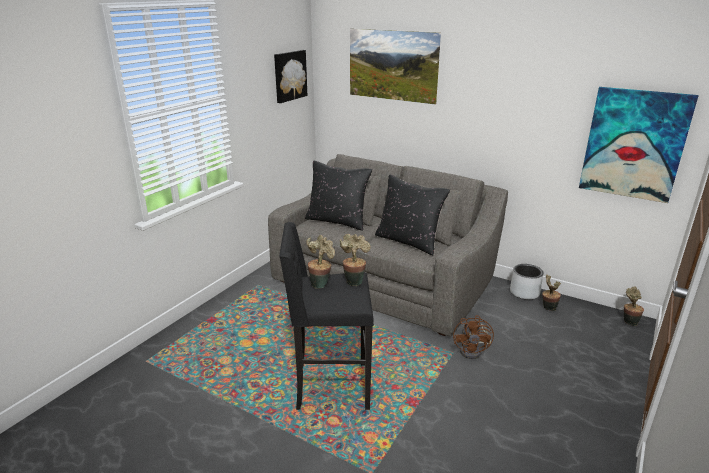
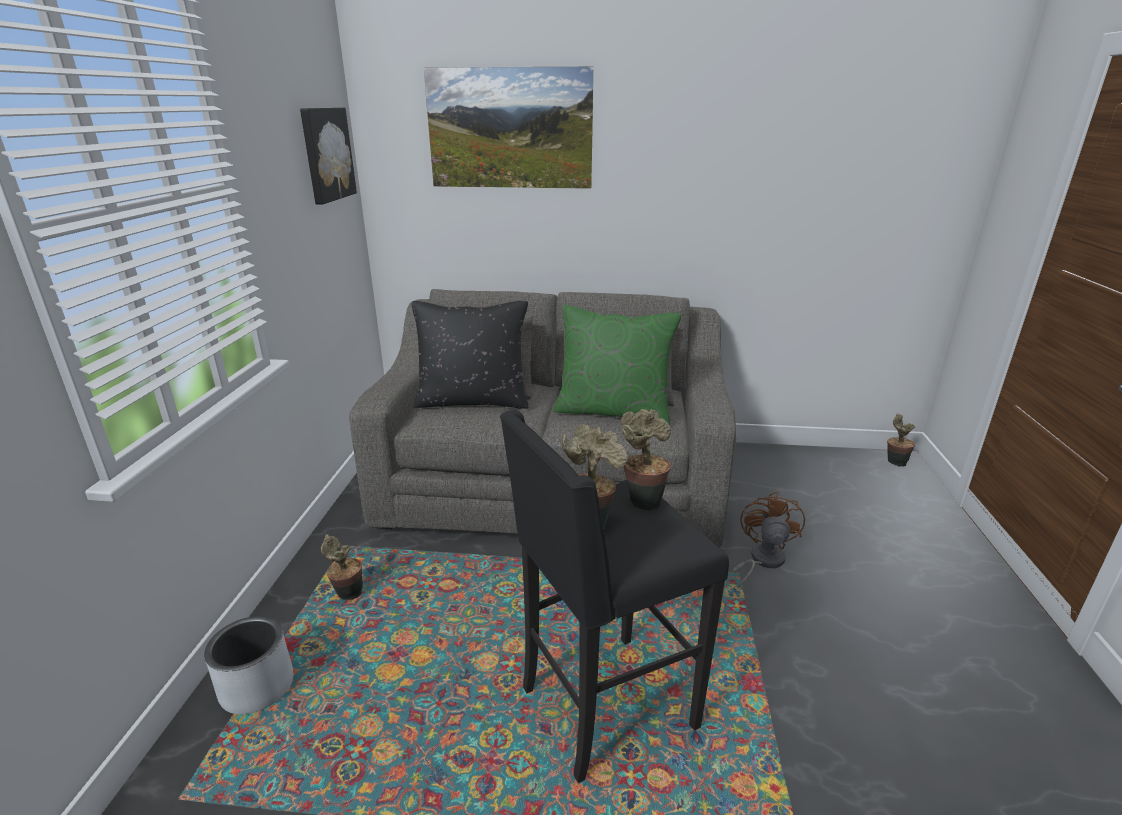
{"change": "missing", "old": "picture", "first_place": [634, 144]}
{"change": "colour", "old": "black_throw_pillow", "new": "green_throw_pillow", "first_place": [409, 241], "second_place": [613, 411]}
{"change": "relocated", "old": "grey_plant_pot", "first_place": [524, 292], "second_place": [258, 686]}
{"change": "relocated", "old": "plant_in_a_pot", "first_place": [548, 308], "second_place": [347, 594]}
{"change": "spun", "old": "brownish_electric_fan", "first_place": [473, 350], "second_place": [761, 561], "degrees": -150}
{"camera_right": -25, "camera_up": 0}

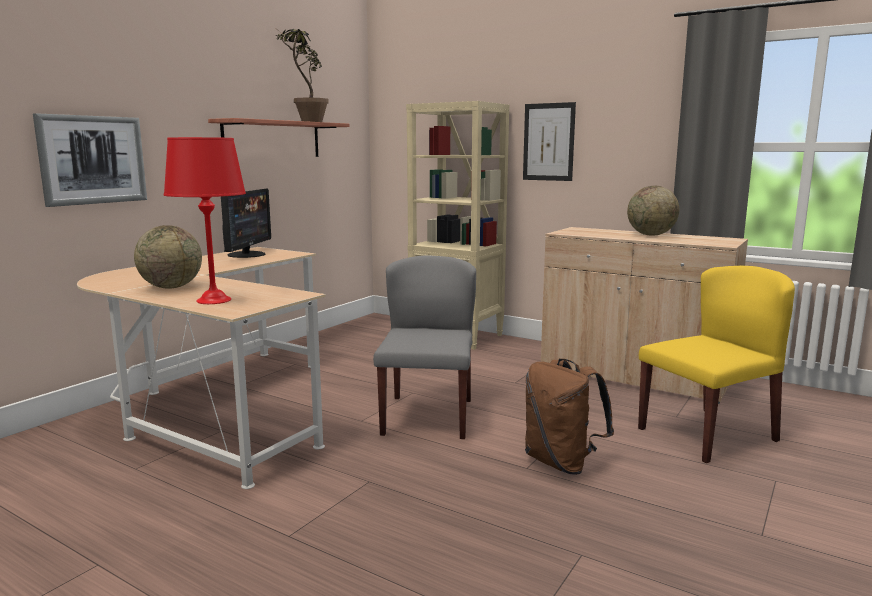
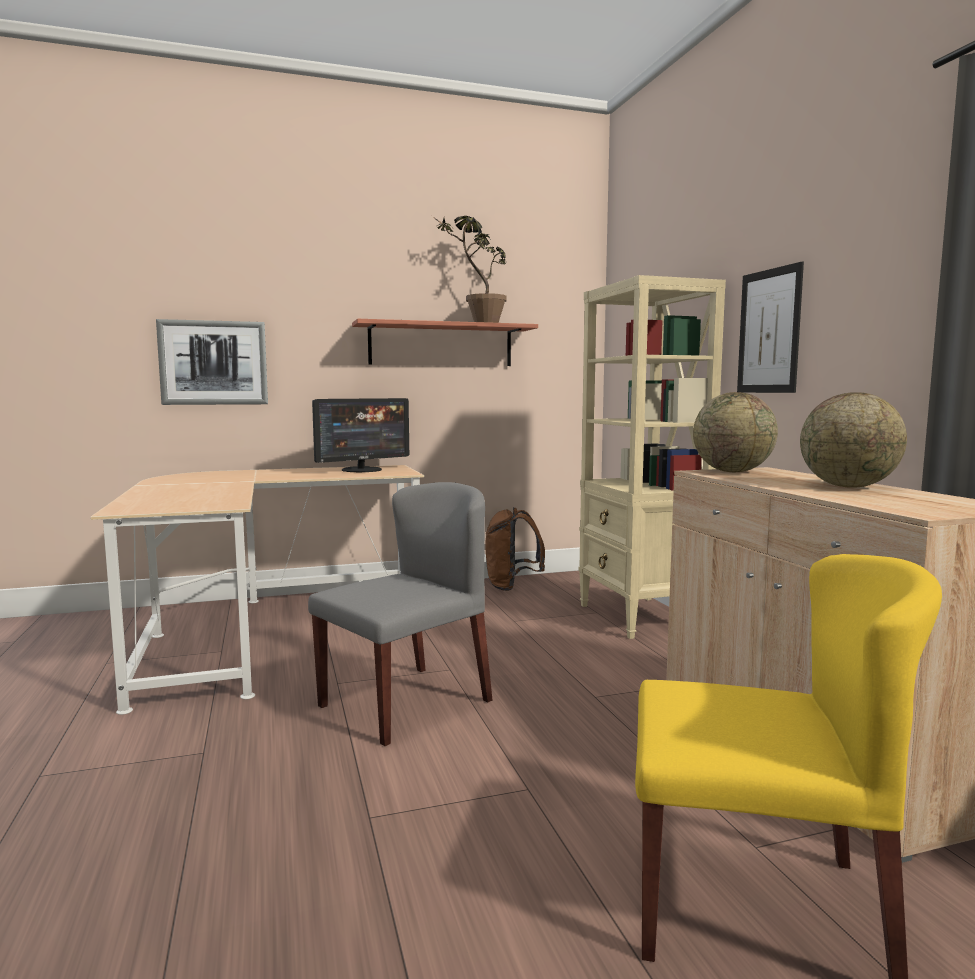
{"change": "missing", "old": "red_lamp_for_a_table", "first_place": [213, 300]}
{"change": "relocated", "old": "desk_globe", "first_place": [171, 287], "second_place": [732, 471]}
{"change": "relocated", "old": "brownish_backpack", "first_place": [562, 463], "second_place": [512, 587]}
{"camera_right": 40, "camera_up": -5}

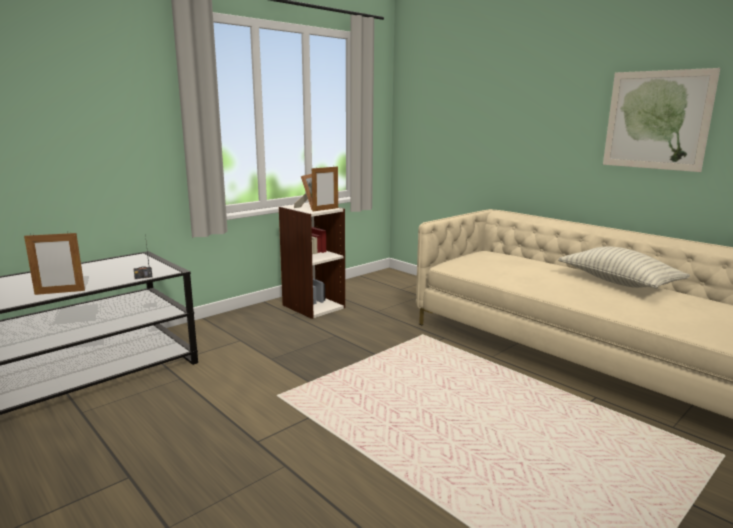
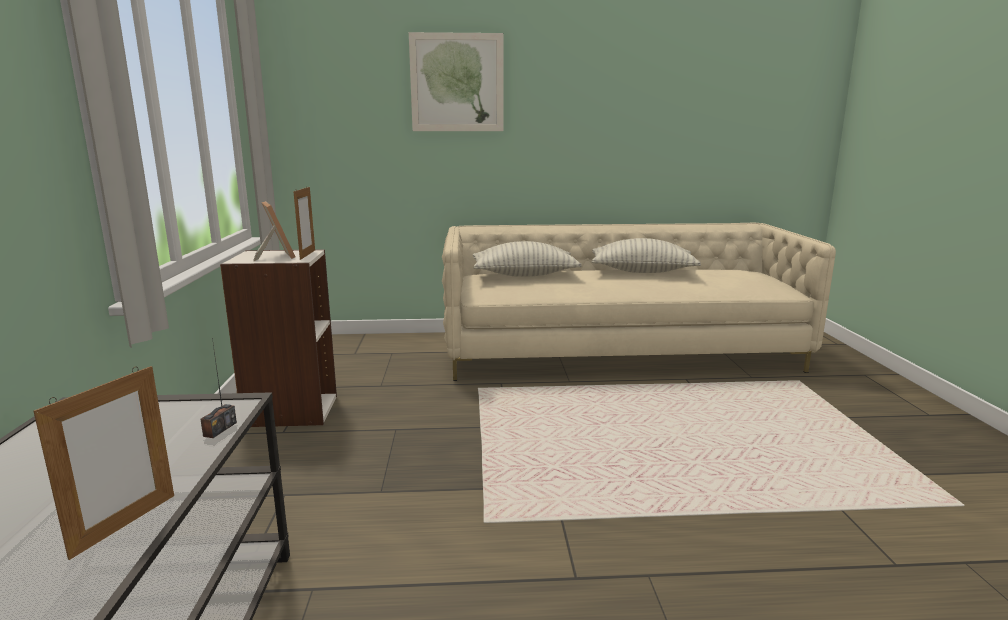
{"change": "relocated", "old": "picture", "first_place": [656, 120], "second_place": [457, 83]}
{"change": "appeared", "new": "throw_pillow", "second_place": [524, 275]}
{"camera_right": -50, "camera_up": 0}

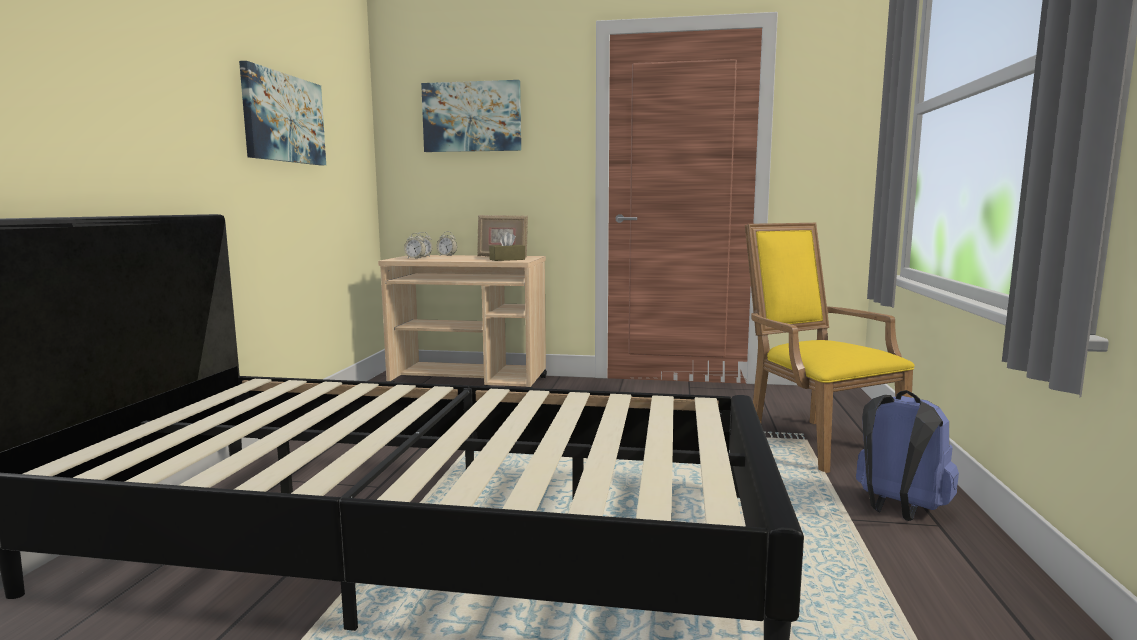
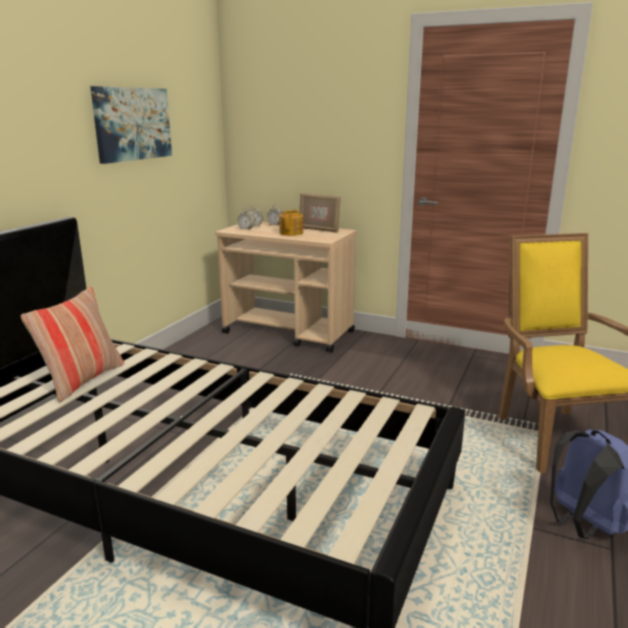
{"change": "missing", "old": "picture", "first_place": [472, 117]}
{"change": "missing", "old": "brownish_tissue_holder", "first_place": [507, 259]}
{"change": "appeared", "new": "pot_for_tea", "second_place": [292, 233]}
{"change": "appeared", "new": "throw_pillow", "second_place": [83, 380]}
{"camera_right": 15, "camera_up": 10}

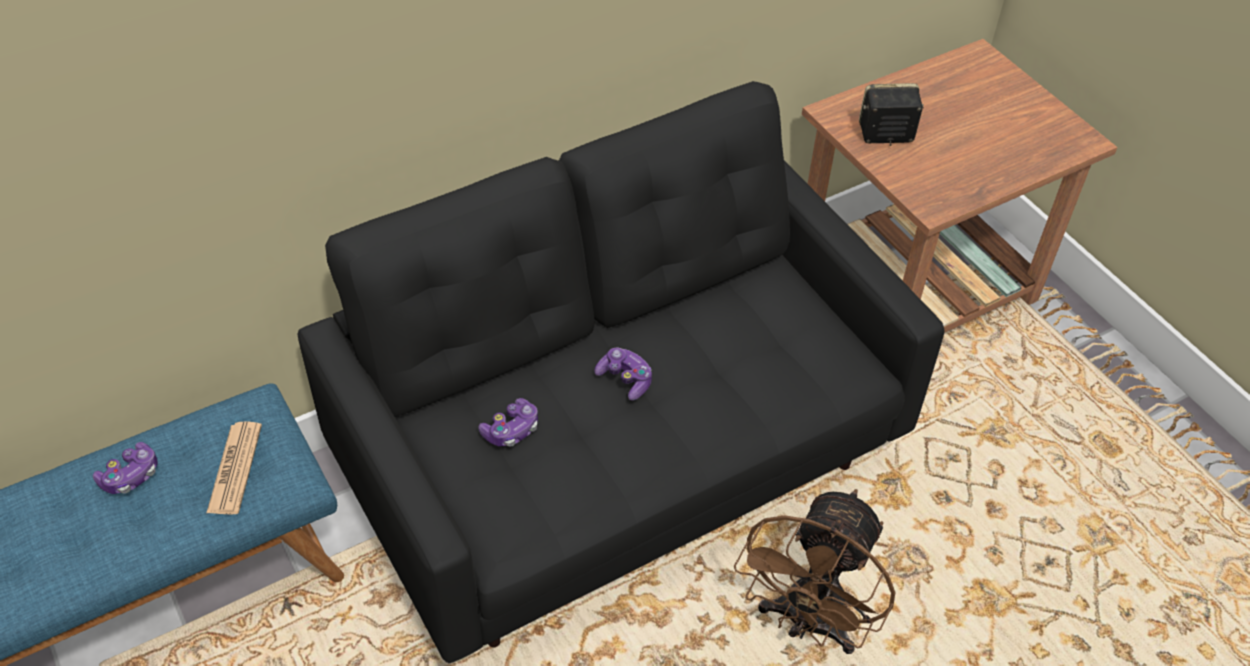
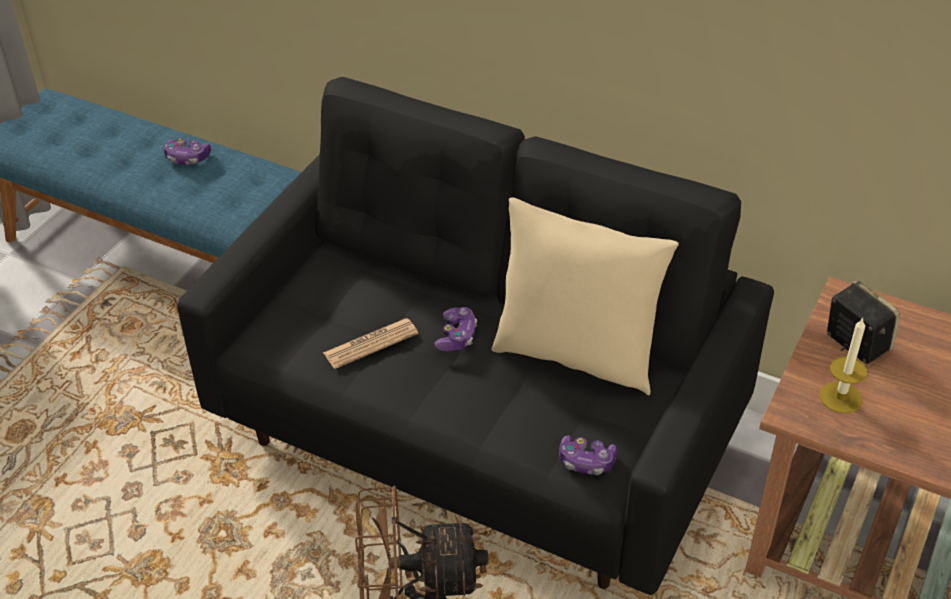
{"change": "relocated", "old": "game_controller", "first_place": [511, 430], "second_place": [586, 461]}
{"change": "relocated", "old": "daily_paper", "first_place": [235, 469], "second_place": [371, 344]}
{"change": "appeared", "new": "beige-coloured_throw_pillow", "second_place": [576, 354]}
{"change": "appeared", "new": "candle", "second_place": [840, 397]}
{"camera_right": 60, "camera_up": -5}

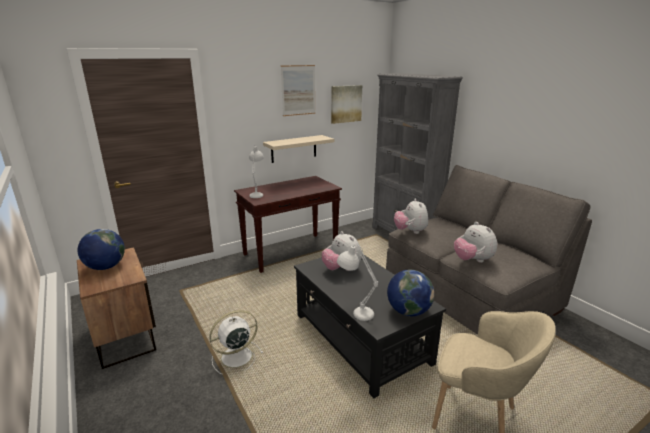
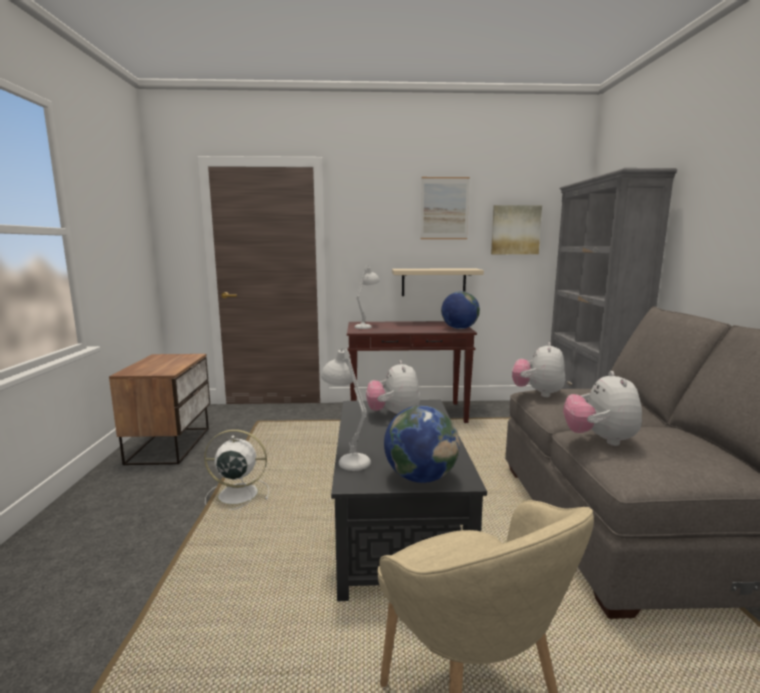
{"change": "relocated", "old": "desk_globe", "first_place": [105, 267], "second_place": [459, 328]}
{"camera_right": 30, "camera_up": -10}

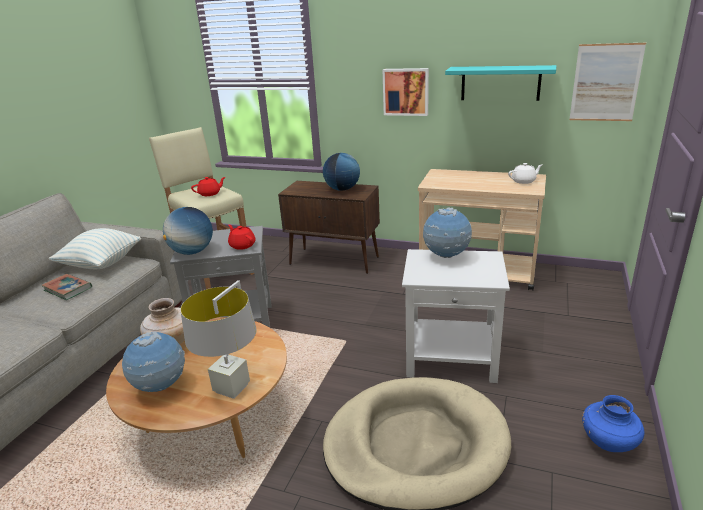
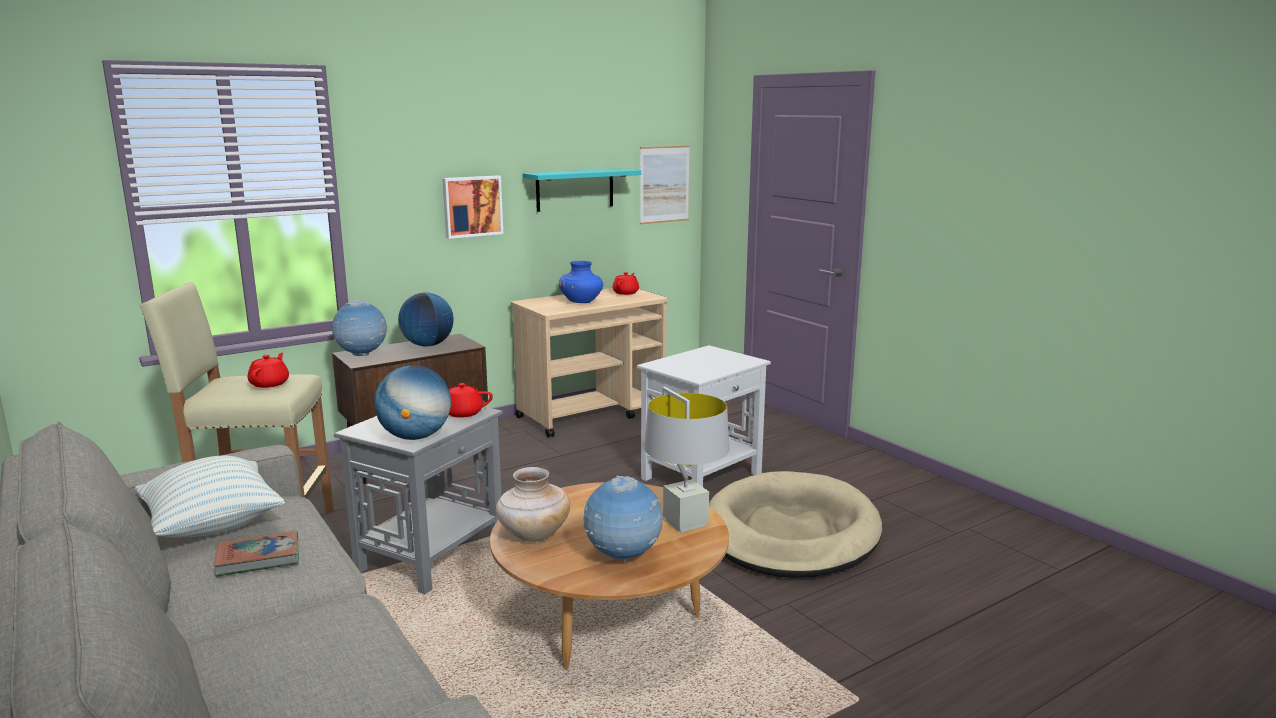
{"change": "colour", "old": "white-coloured_pot_for_tea", "new": "red_pot_for_tea", "first_place": [524, 181], "second_place": [626, 293]}
{"change": "relocated", "old": "desk_globe", "first_place": [446, 257], "second_place": [362, 356]}
{"change": "relocated", "old": "blue-coloured_flower_vase", "first_place": [609, 442], "second_place": [581, 302]}
{"camera_right": -55, "camera_up": -10}

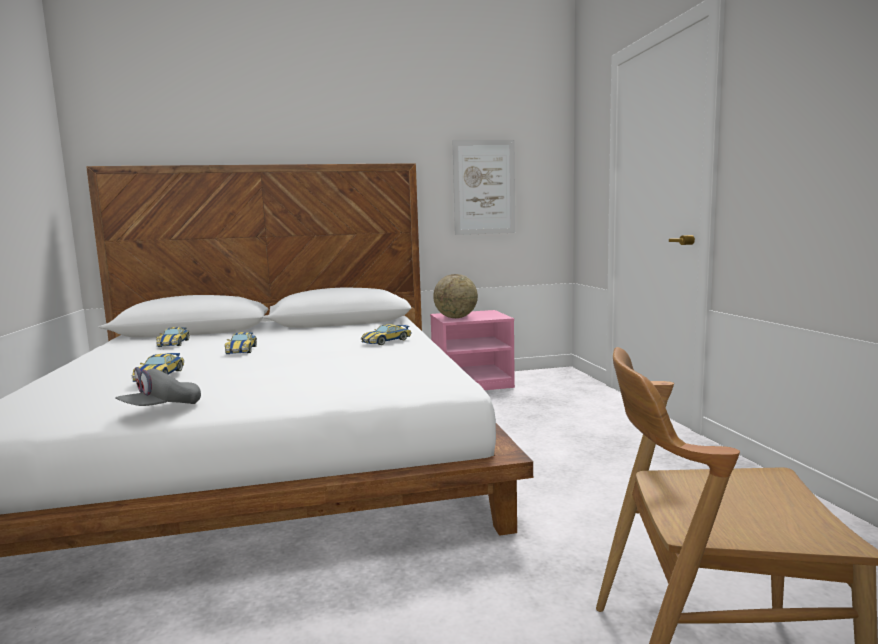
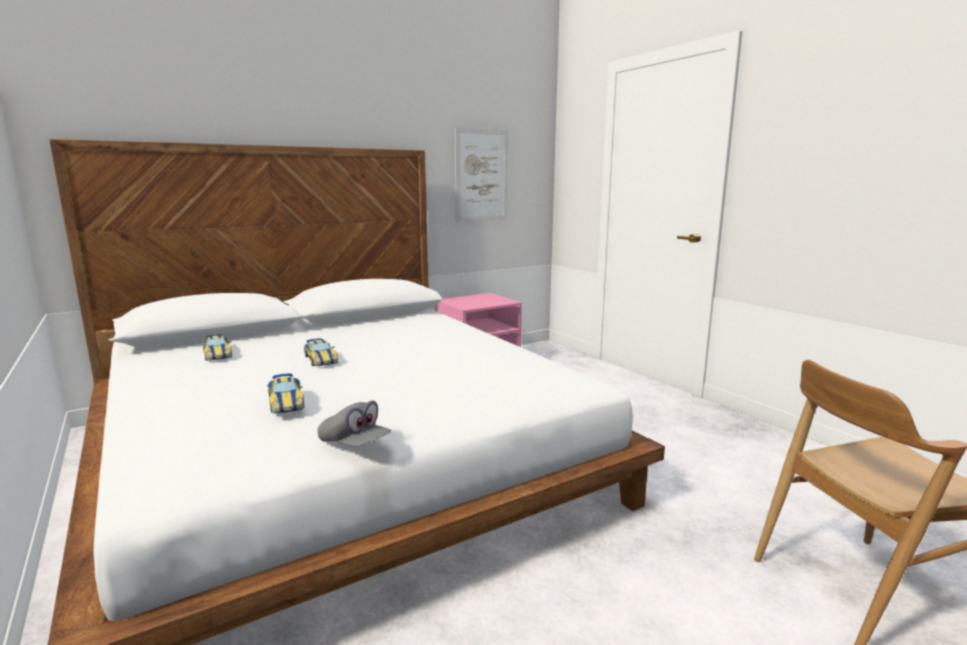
{"change": "missing", "old": "desk_globe", "first_place": [456, 317]}
{"change": "missing", "old": "model_car", "first_place": [386, 341]}
{"change": "spun", "old": "grey_baseball_cap", "first_place": [161, 409], "second_place": [355, 444], "degrees": -75}
{"camera_right": -20, "camera_up": 5}

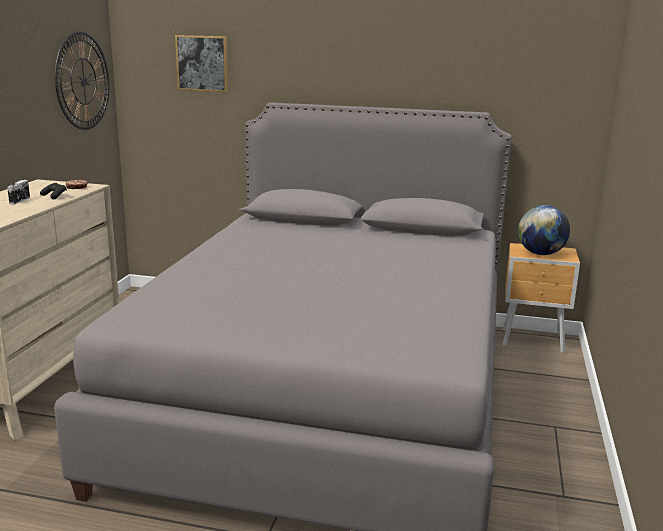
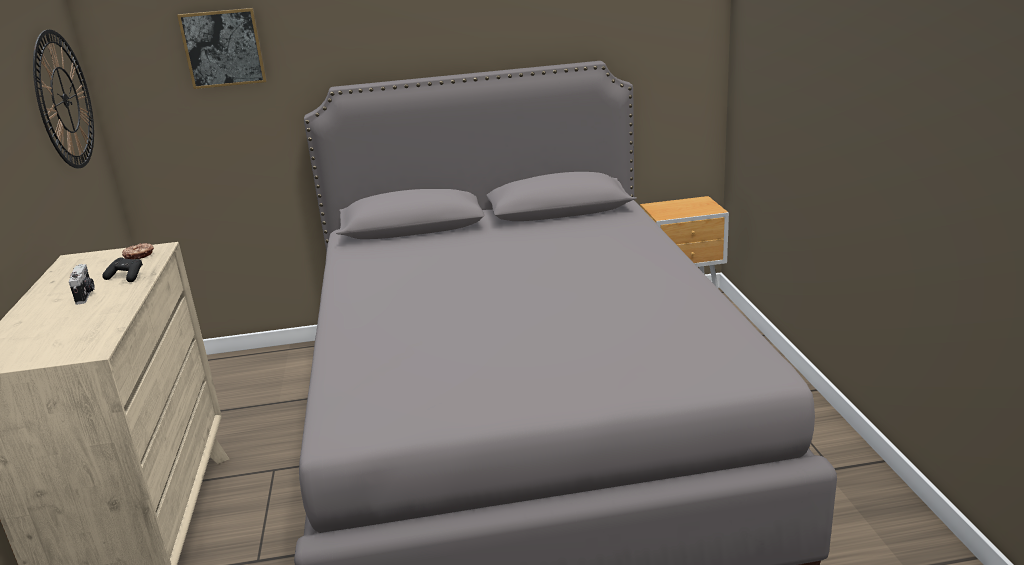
{"change": "missing", "old": "desk_globe", "first_place": [540, 254]}
{"camera_right": -20, "camera_up": 5}

